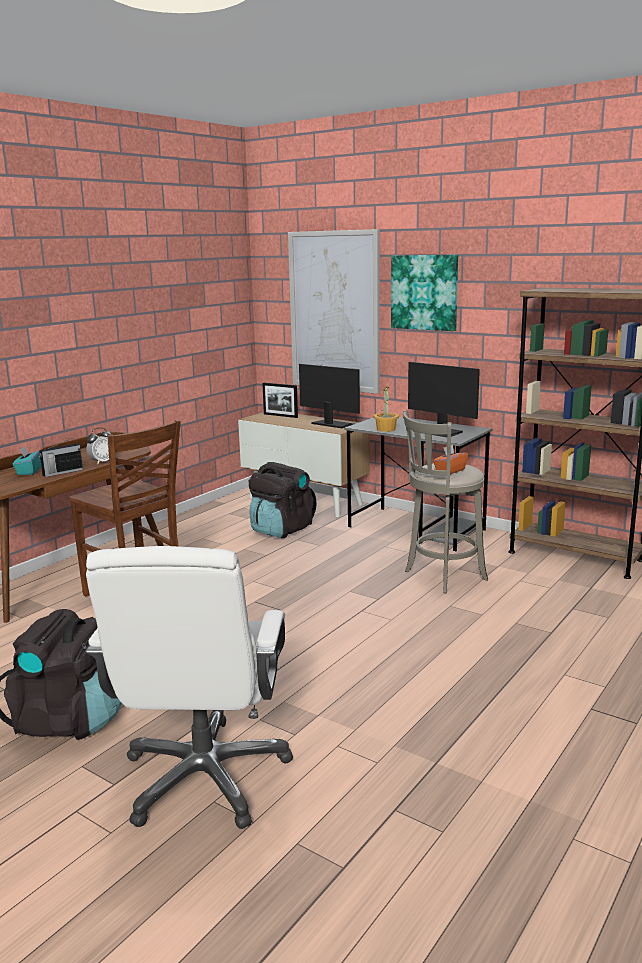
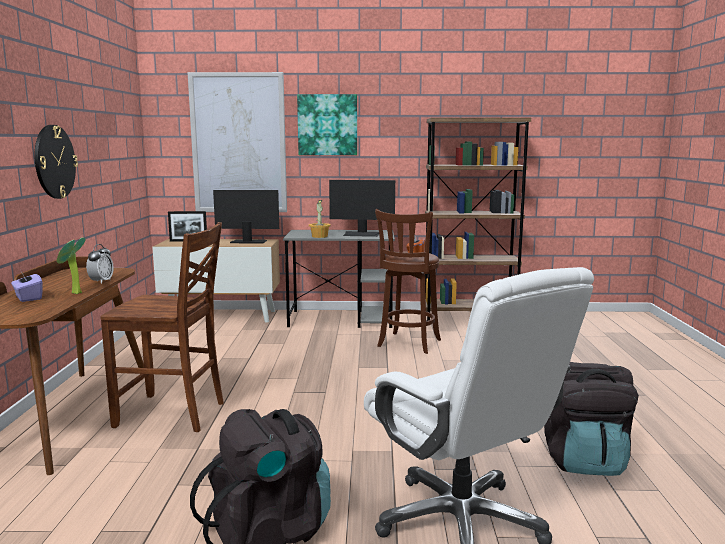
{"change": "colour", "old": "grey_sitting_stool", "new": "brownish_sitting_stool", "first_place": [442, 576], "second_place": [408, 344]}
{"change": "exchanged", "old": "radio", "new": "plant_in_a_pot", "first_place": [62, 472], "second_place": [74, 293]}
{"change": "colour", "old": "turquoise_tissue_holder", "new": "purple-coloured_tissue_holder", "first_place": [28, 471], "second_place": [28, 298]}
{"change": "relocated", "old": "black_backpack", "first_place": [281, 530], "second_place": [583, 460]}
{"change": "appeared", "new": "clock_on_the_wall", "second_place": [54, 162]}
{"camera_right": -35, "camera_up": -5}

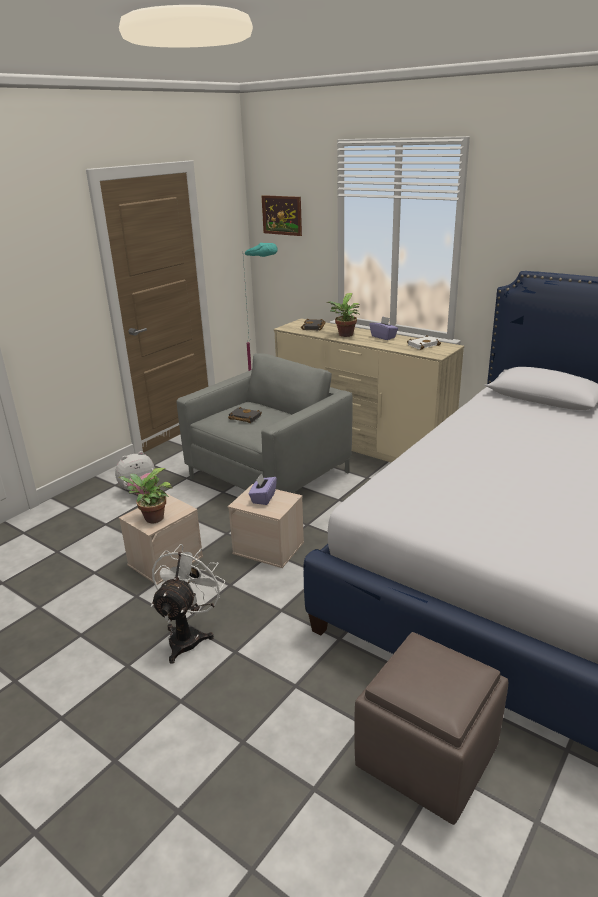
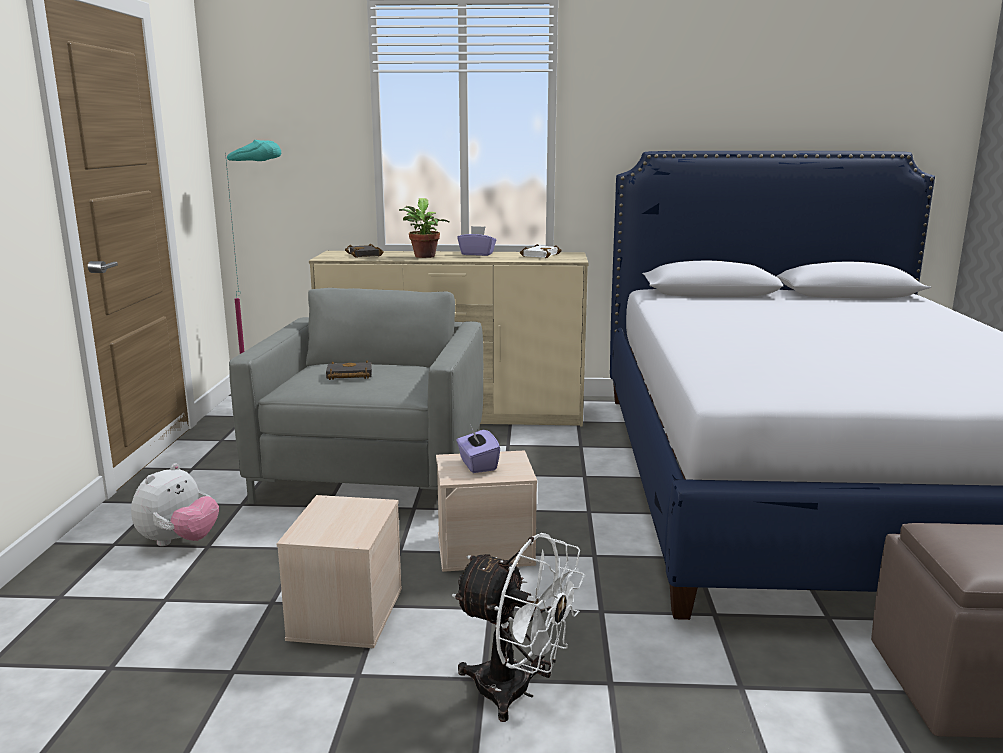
{"change": "missing", "old": "picture", "first_place": [282, 215]}
{"change": "missing", "old": "plant_in_a_pot", "first_place": [151, 519]}
{"change": "spun", "old": "white-coloured_electric_fan", "first_place": [189, 636], "second_place": [517, 692], "degrees": 135}
{"camera_right": -35, "camera_up": -10}

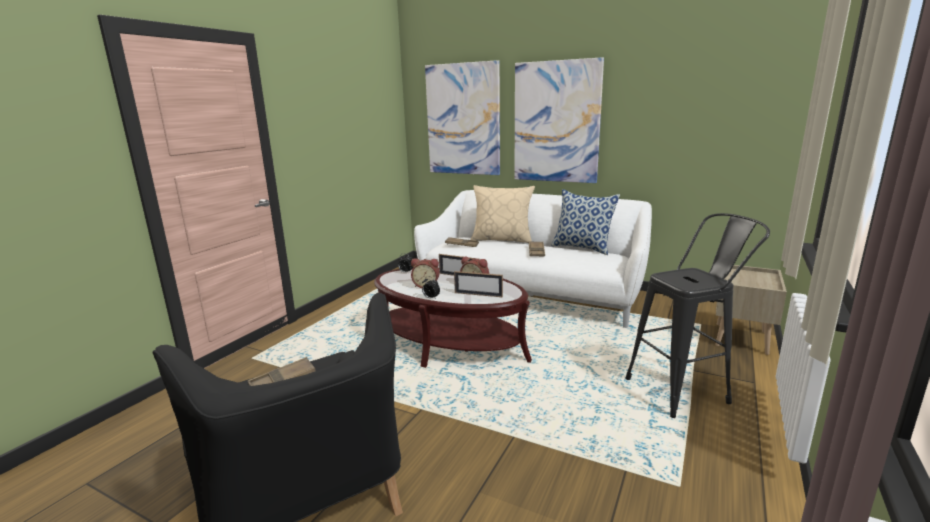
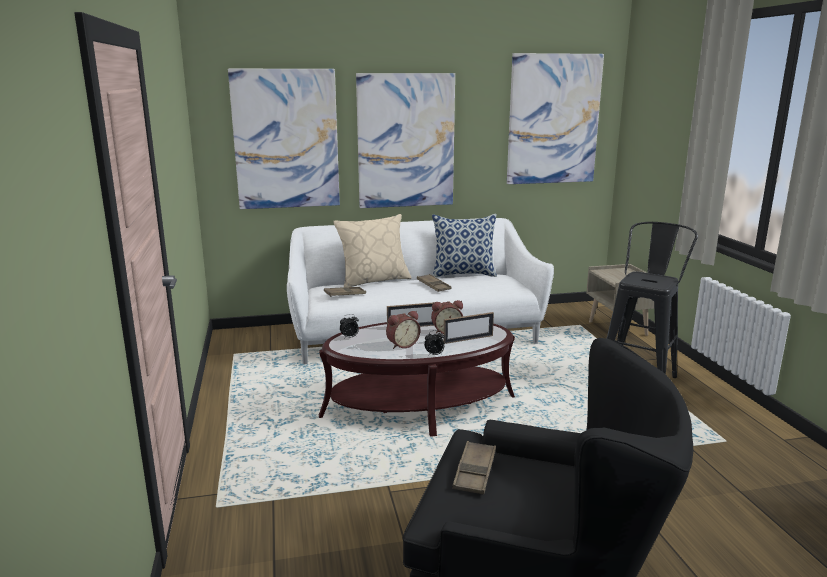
{"change": "appeared", "new": "picture", "second_place": [553, 119]}
{"camera_right": -40, "camera_up": 0}

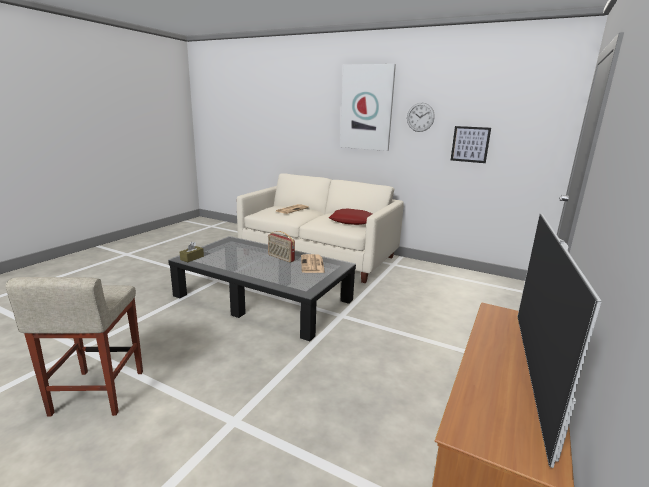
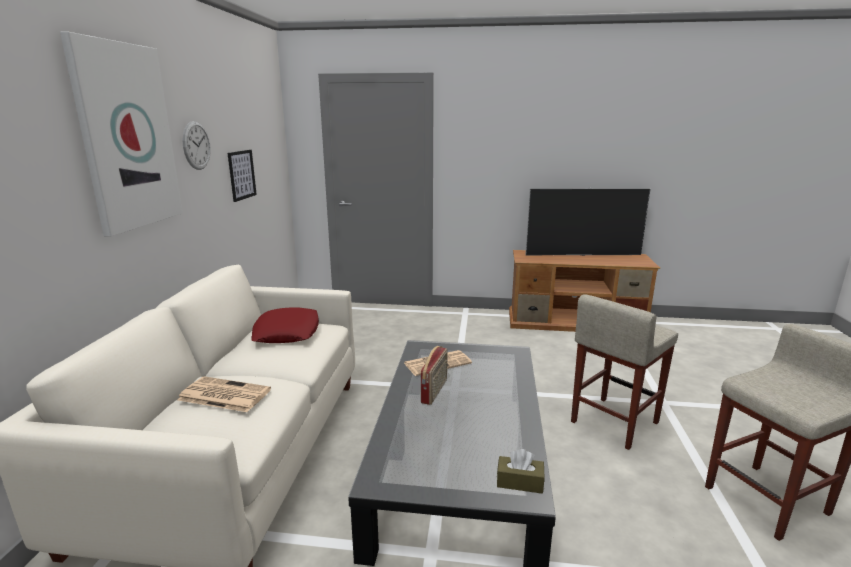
{"change": "appeared", "new": "beige-coloured_sitting_stool", "second_place": [613, 422]}
{"camera_right": -110, "camera_up": 0}

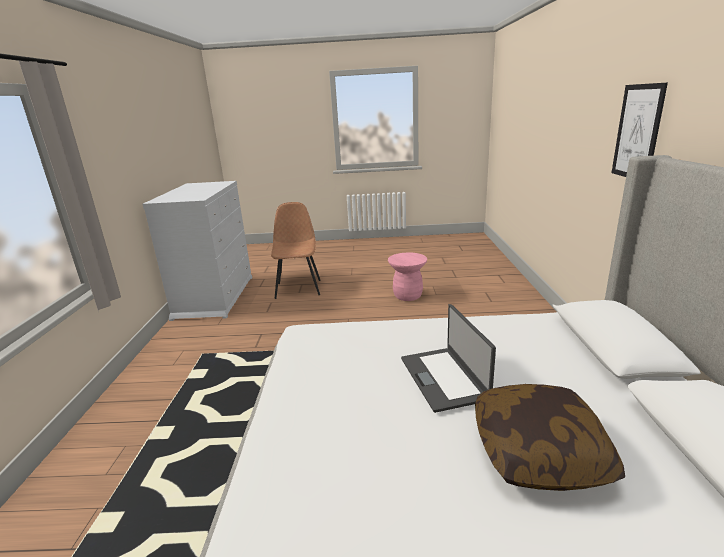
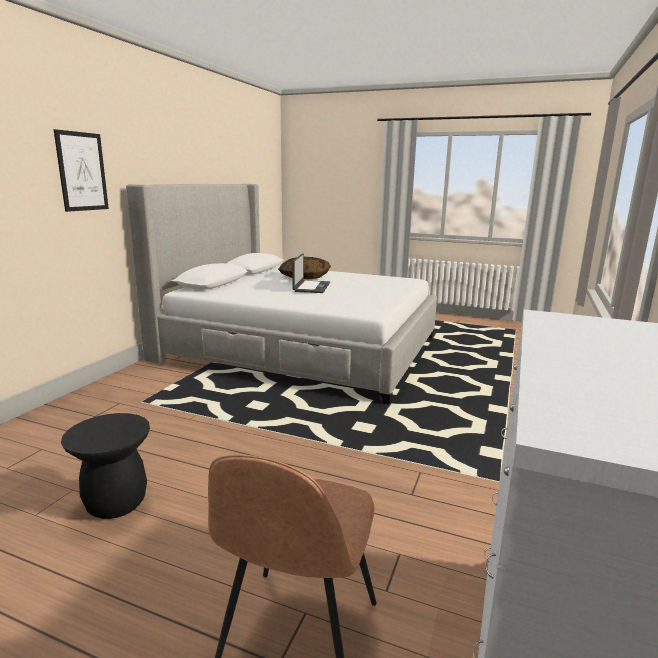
{"change": "colour", "old": "pink-coloured_sitting_stool", "new": "black_sitting_stool", "first_place": [407, 296], "second_place": [116, 503]}
{"camera_right": -160, "camera_up": -5}

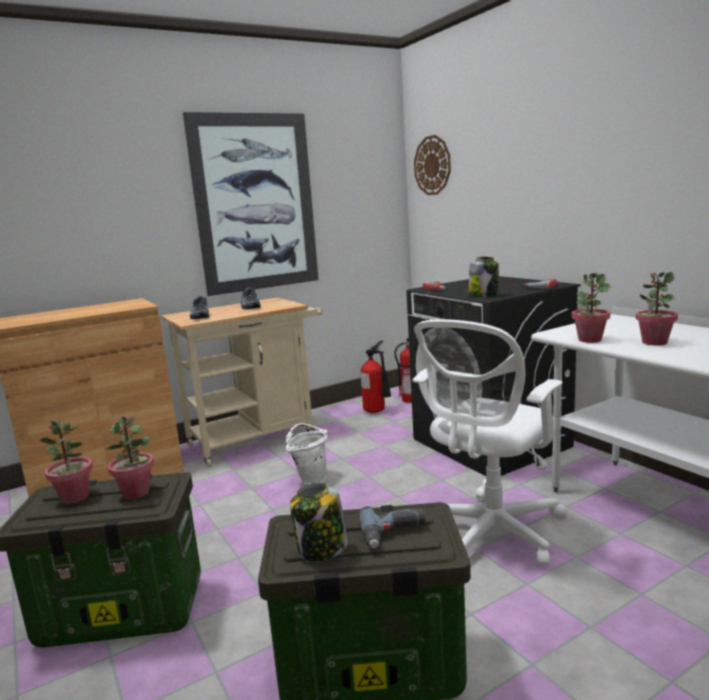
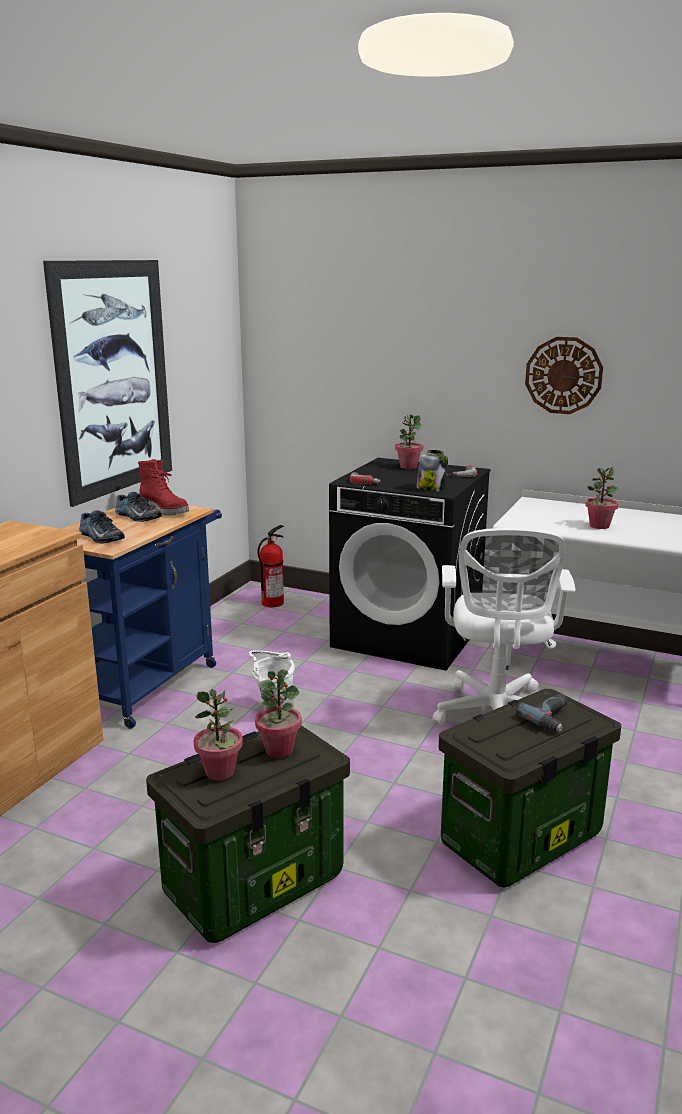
{"change": "relocated", "old": "clock_on_the_wall", "first_place": [432, 165], "second_place": [563, 375]}
{"change": "relocated", "old": "plant_in_a_pot", "first_place": [589, 340], "second_place": [408, 467]}
{"change": "colour", "old": "beige-coloured_wheeled_cart", "new": "blue-coloured_wheeled_cart", "first_place": [258, 438], "second_place": [147, 682]}
{"change": "missing", "old": "fire-fighting_cylinder", "first_place": [377, 411]}
{"change": "missing", "old": "storage_jar", "first_place": [322, 550]}
{"change": "appeared", "new": "red_boot", "second_place": [165, 510]}
{"camera_right": -35, "camera_up": 5}

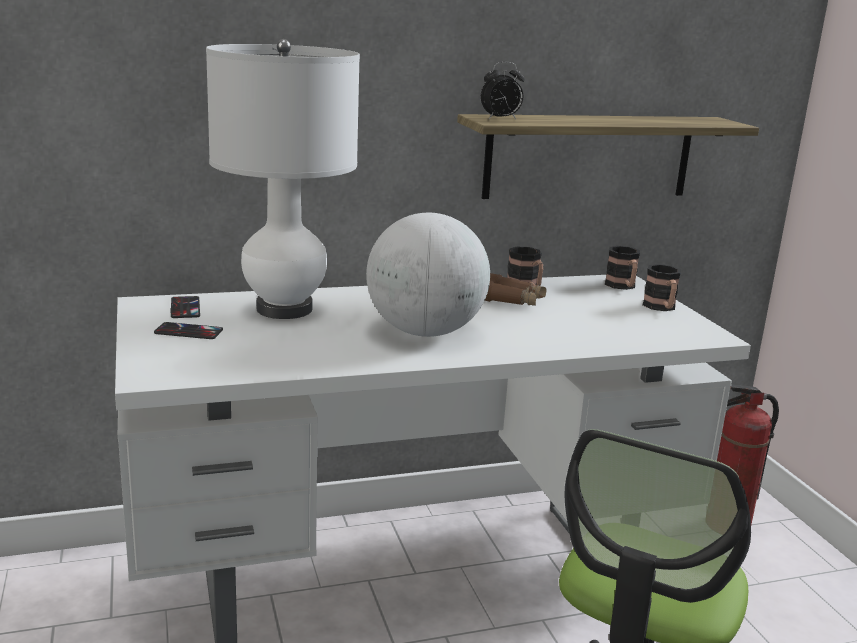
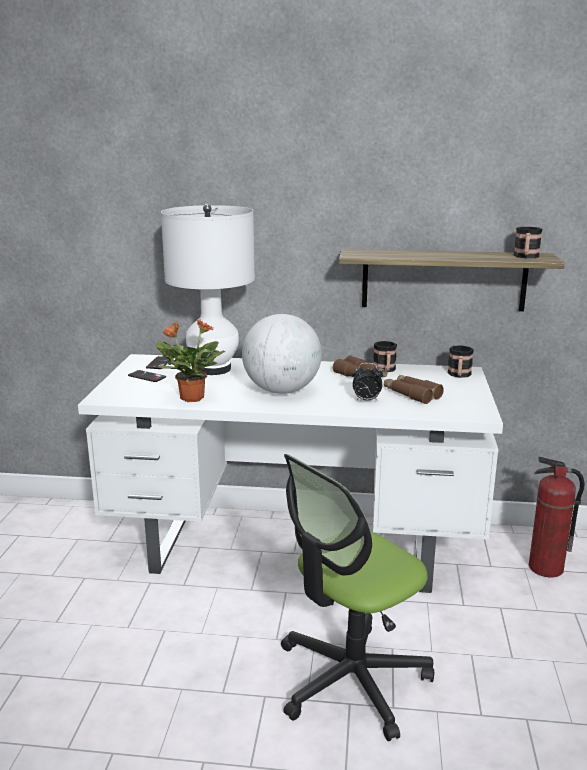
{"change": "relocated", "old": "alarm_clock", "first_place": [500, 119], "second_place": [366, 400]}
{"change": "relocated", "old": "coffee_mug", "first_place": [661, 308], "second_place": [526, 257]}
{"change": "appeared", "new": "plant_in_a_pot", "second_place": [191, 398]}
{"change": "appeared", "new": "brownish_field_glasses", "second_place": [411, 394]}
{"camera_right": 25, "camera_up": 0}

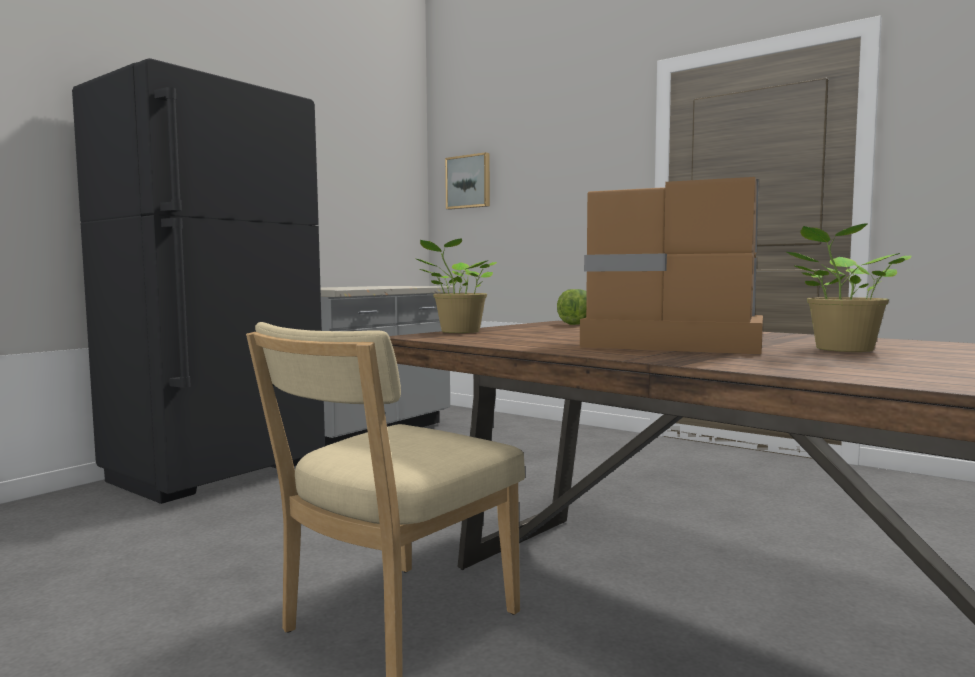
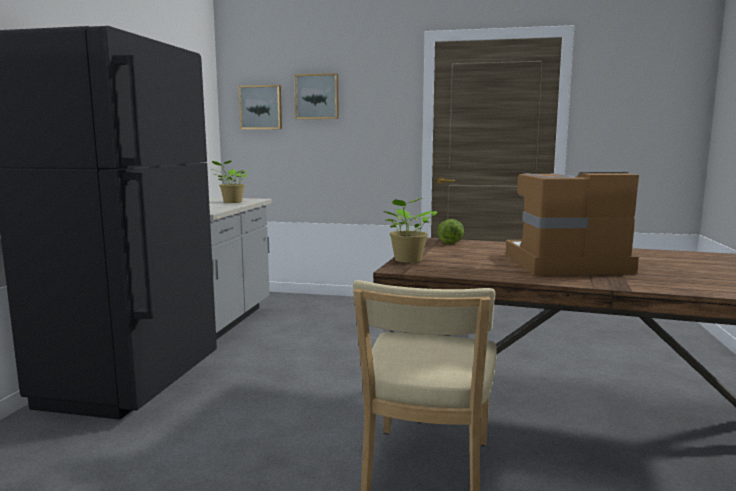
{"change": "relocated", "old": "plant_in_a_pot", "first_place": [841, 350], "second_place": [231, 202]}
{"change": "appeared", "new": "picture", "second_place": [317, 96]}
{"camera_right": -25, "camera_up": 5}

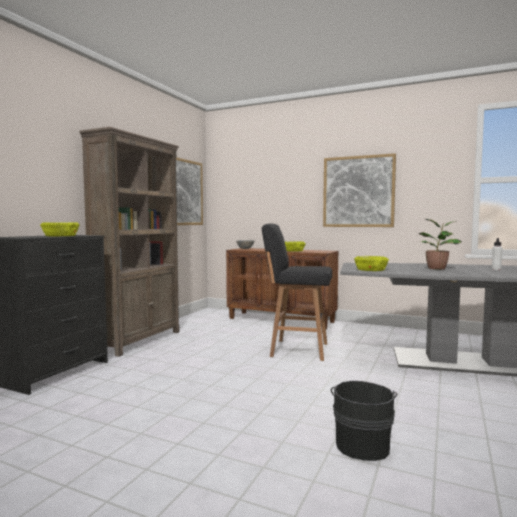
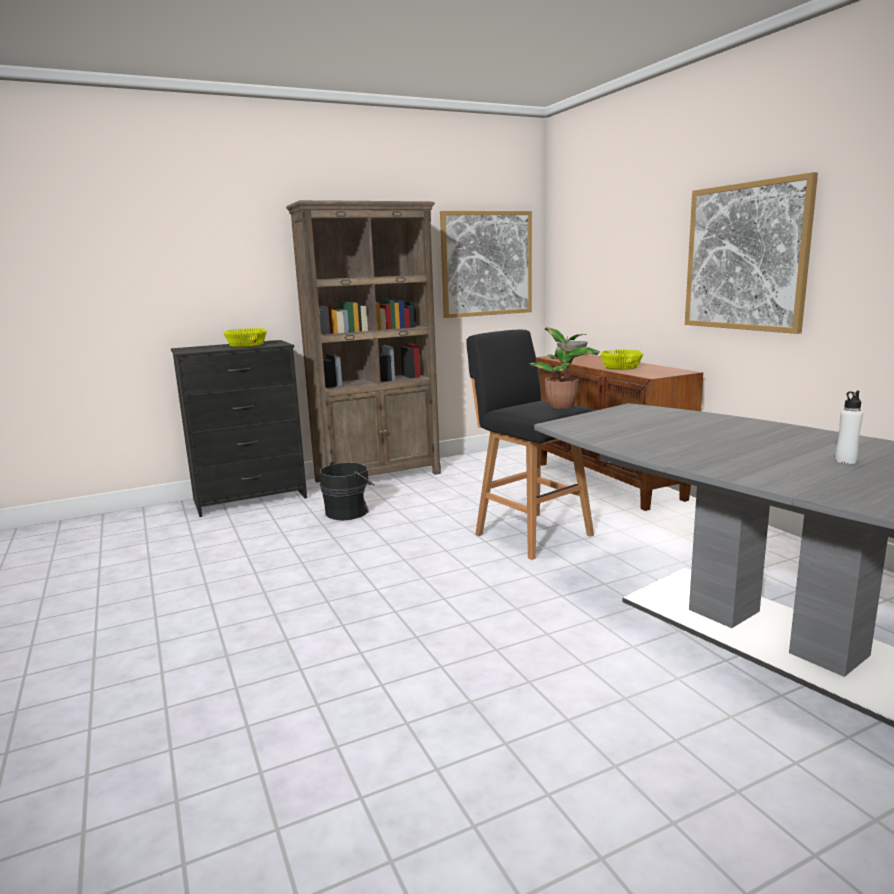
{"change": "relocated", "old": "plant_in_a_pot", "first_place": [437, 268], "second_place": [563, 406]}
{"change": "missing", "old": "yellowish_deep_dish", "first_place": [370, 269]}
{"change": "relocated", "old": "black_water_bucket", "first_place": [362, 444], "second_place": [349, 512]}
{"camera_right": 40, "camera_up": 10}

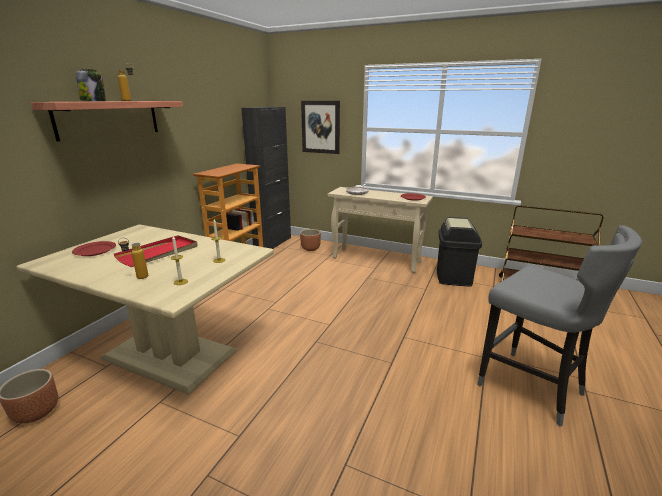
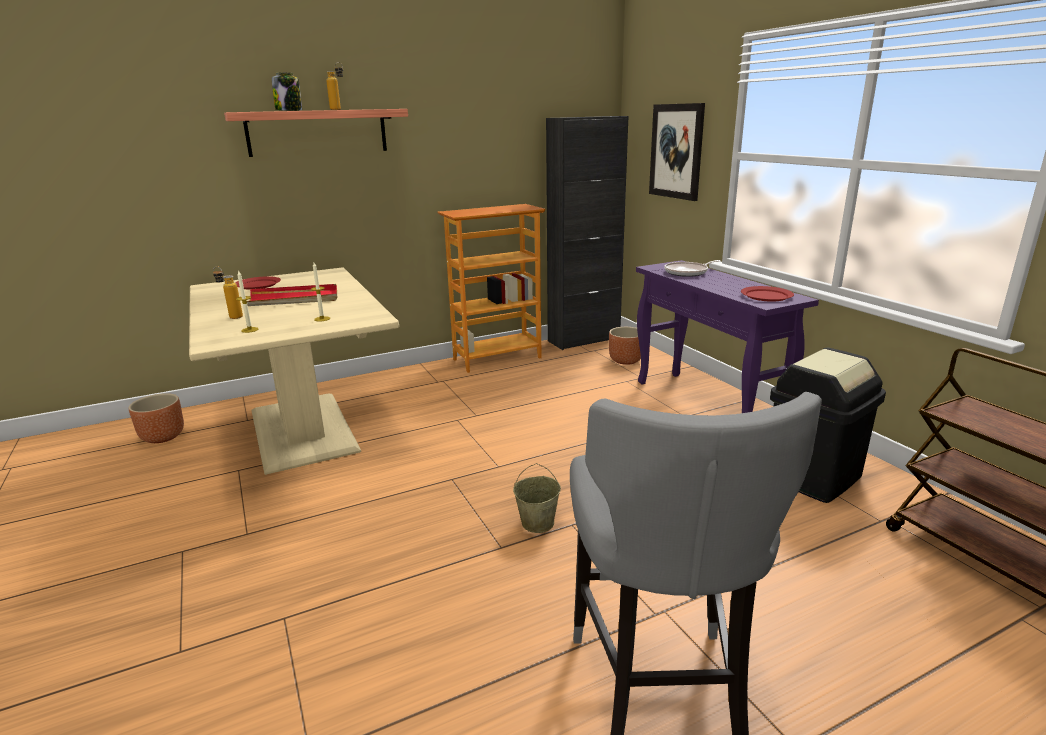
{"change": "colour", "old": "beige-coloured_console_table", "new": "purple-coloured_console_table", "first_place": [377, 260], "second_place": [707, 406]}
{"change": "appeared", "new": "beige-coloured_water_bucket", "second_place": [538, 522]}
{"camera_right": 40, "camera_up": 0}

